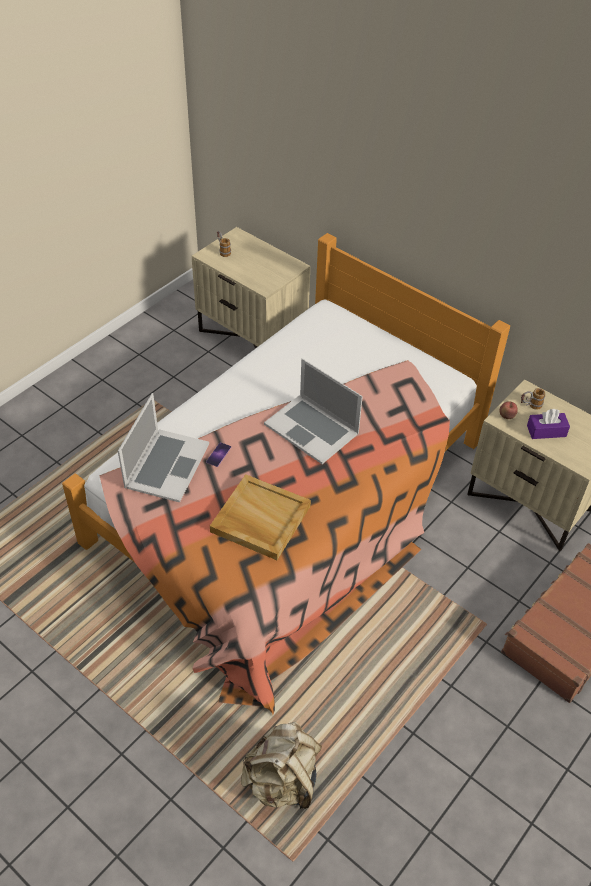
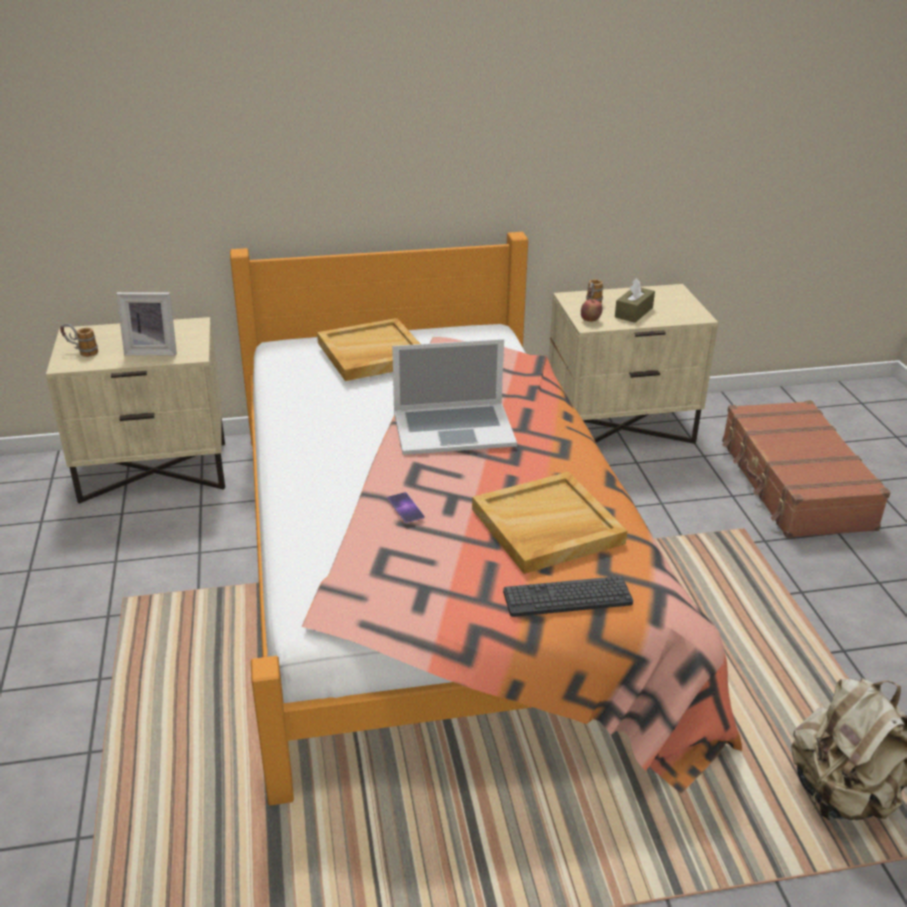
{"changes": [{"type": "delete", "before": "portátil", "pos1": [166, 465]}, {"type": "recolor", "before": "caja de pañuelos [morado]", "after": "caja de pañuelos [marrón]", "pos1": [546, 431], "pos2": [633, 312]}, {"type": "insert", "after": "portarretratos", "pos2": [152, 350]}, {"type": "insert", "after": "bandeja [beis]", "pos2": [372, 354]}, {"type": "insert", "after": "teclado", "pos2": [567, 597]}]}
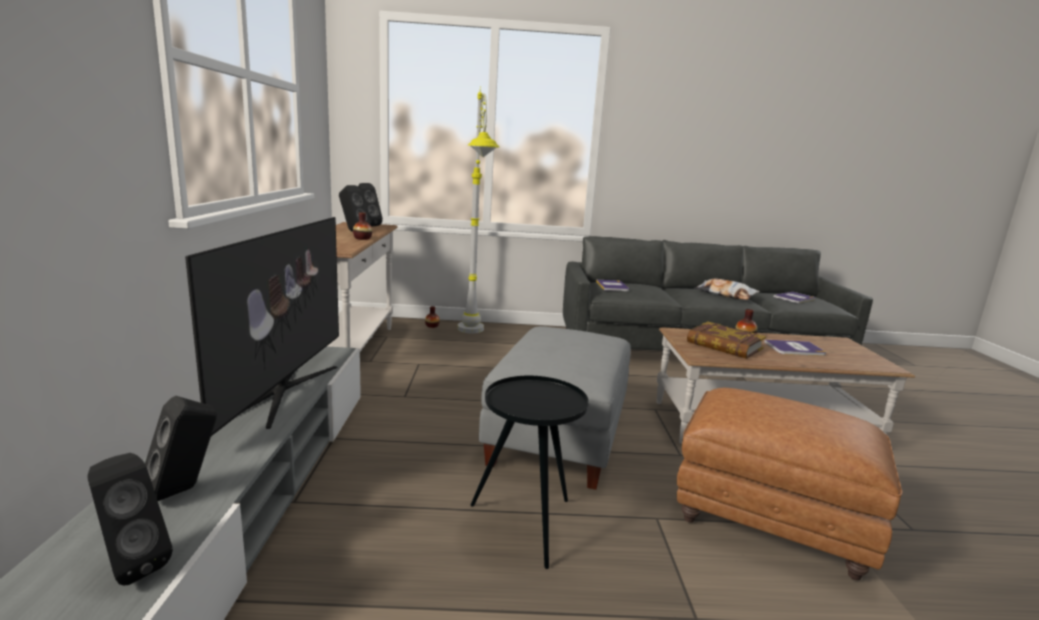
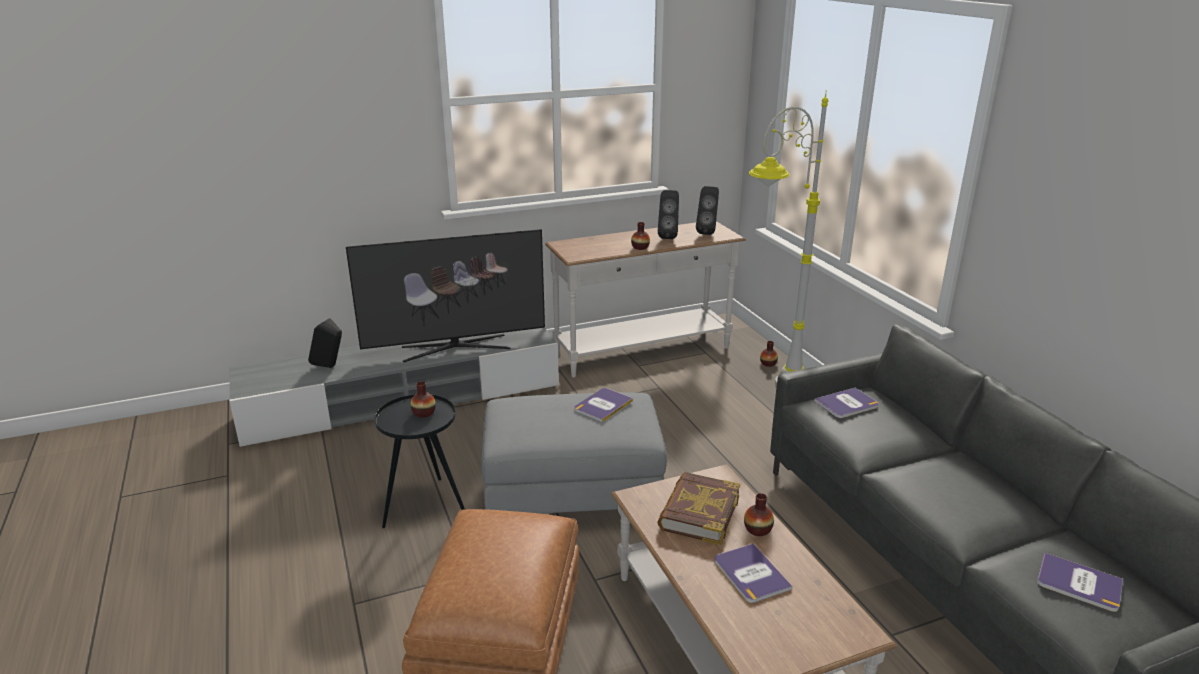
{"changes": [{"type": "delete", "before": "altavoz [negro]", "pos1": [130, 565]}, {"type": "delete", "before": "cojín", "pos1": [725, 294]}, {"type": "insert", "after": "florero", "pos2": [424, 413]}, {"type": "insert", "after": "libro", "pos2": [603, 405]}]}
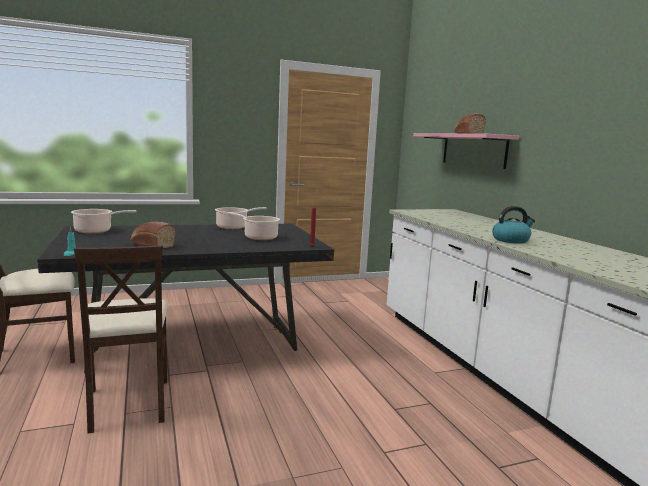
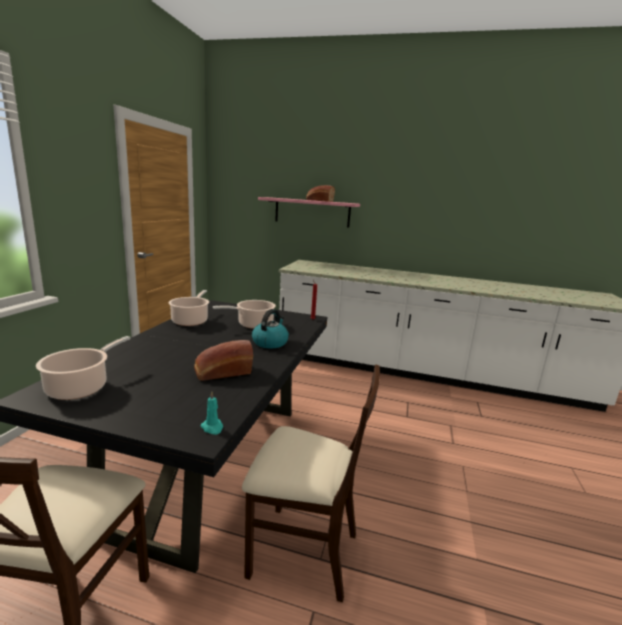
{"changes": [{"type": "move", "before": "hervidor", "pos1": [511, 240], "pos2": [270, 342]}]}
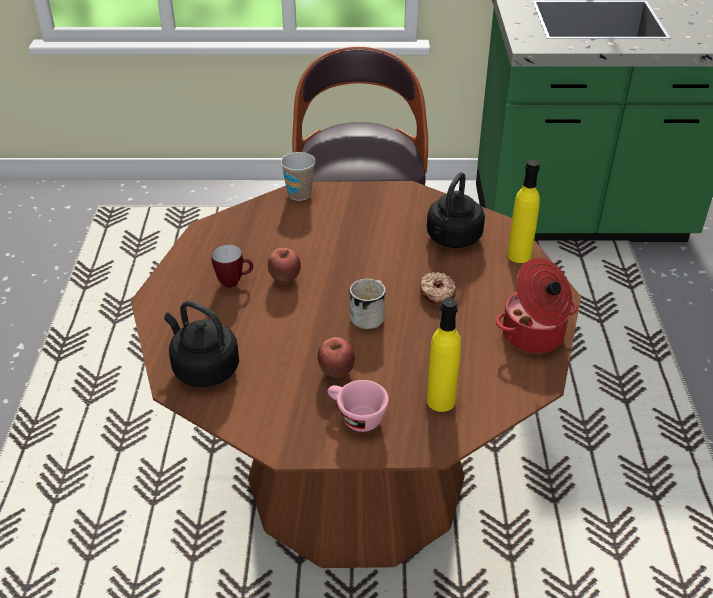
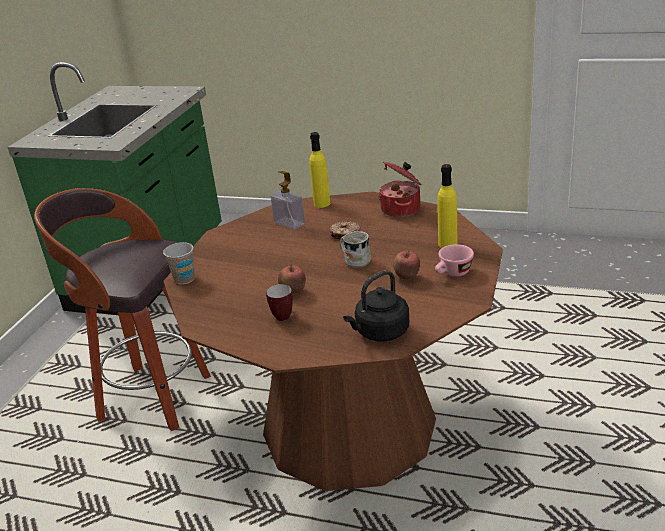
{"changes": [{"type": "replace", "before": "hervidor [negro]", "after": "dispensador de jabón", "pos1": [452, 239], "pos2": [289, 223]}]}
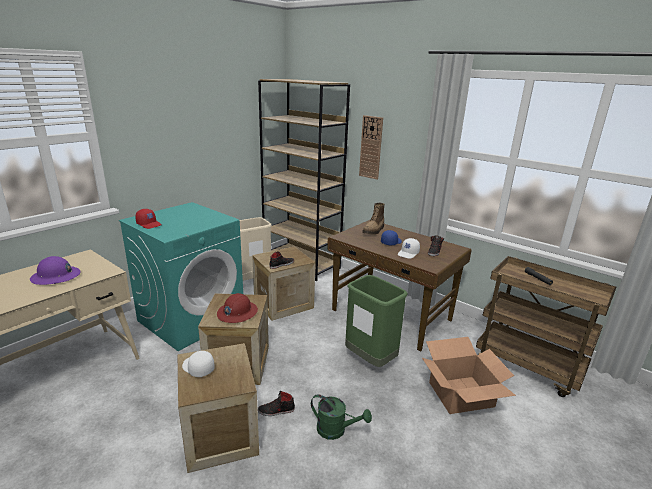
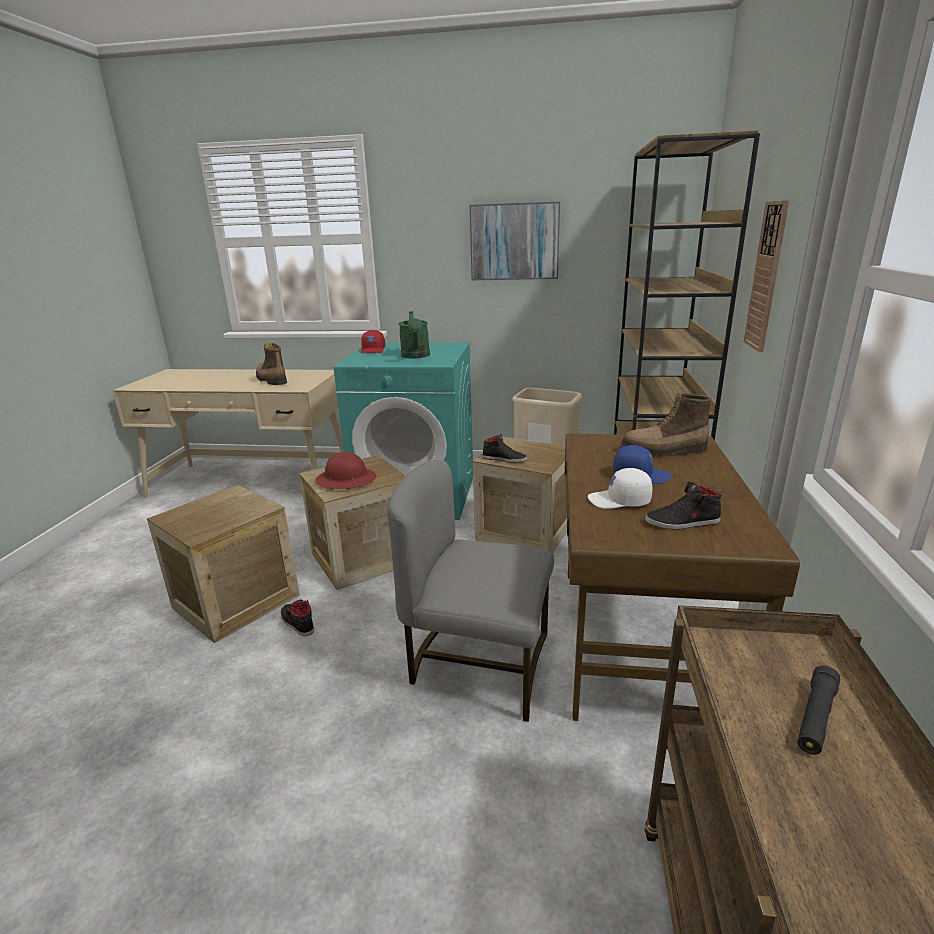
{"changes": [{"type": "replace", "before": "casco [morado]", "after": "bota", "pos1": [56, 277], "pos2": [271, 380]}, {"type": "delete", "before": "gorra [blanco]", "pos1": [197, 368]}, {"type": "move", "before": "regadera [verde]", "pos1": [336, 430], "pos2": [416, 356]}, {"type": "replace", "before": "papelera [verde]", "after": "silla [gris]", "pos1": [370, 360], "pos2": [478, 664]}, {"type": "delete", "before": "caja de cartón", "pos1": [461, 395]}, {"type": "insert", "after": "cuadro", "pos2": [514, 242]}]}
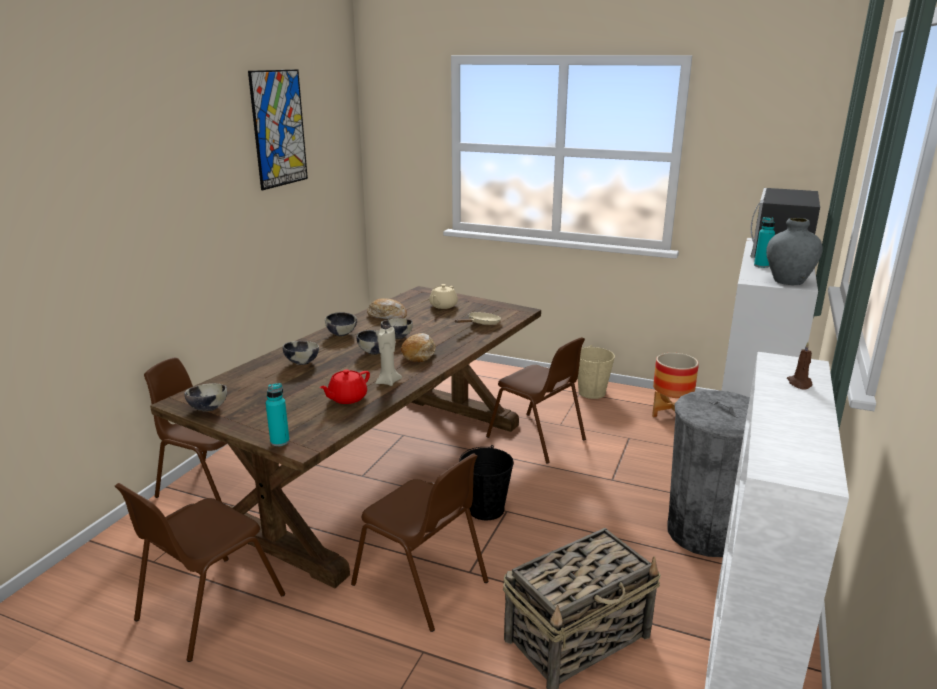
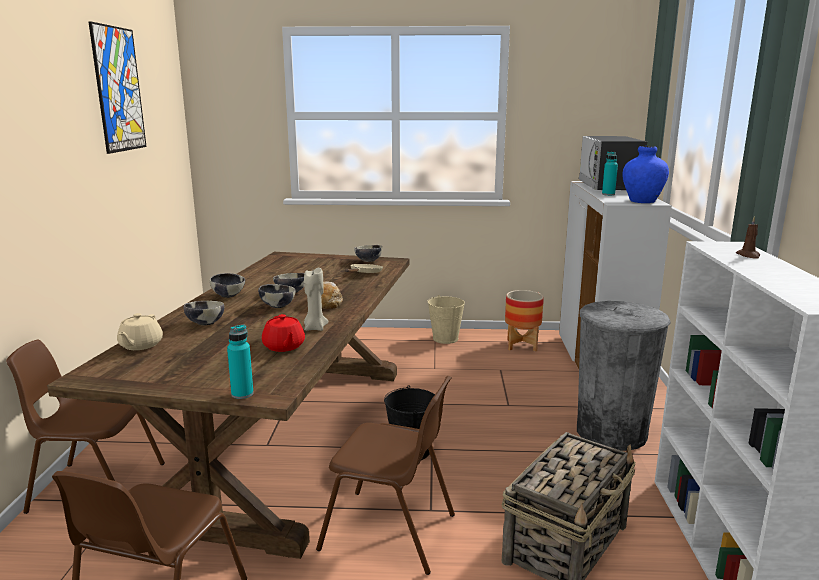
{"changes": [{"type": "move", "before": "cuenco", "pos1": [208, 409], "pos2": [368, 261]}, {"type": "rotate", "before": "tetera [rojo]", "pos1": [347, 398], "pos2": [284, 347], "turn": -45}, {"type": "delete", "before": "pan", "pos1": [387, 316]}, {"type": "move", "before": "tetera [beis]", "pos1": [443, 306], "pos2": [140, 345]}, {"type": "delete", "before": "silla [marrón]", "pos1": [537, 439]}, {"type": "recolor", "before": "florero [gris]", "after": "florero [azul]", "pos1": [788, 281], "pos2": [642, 201]}]}
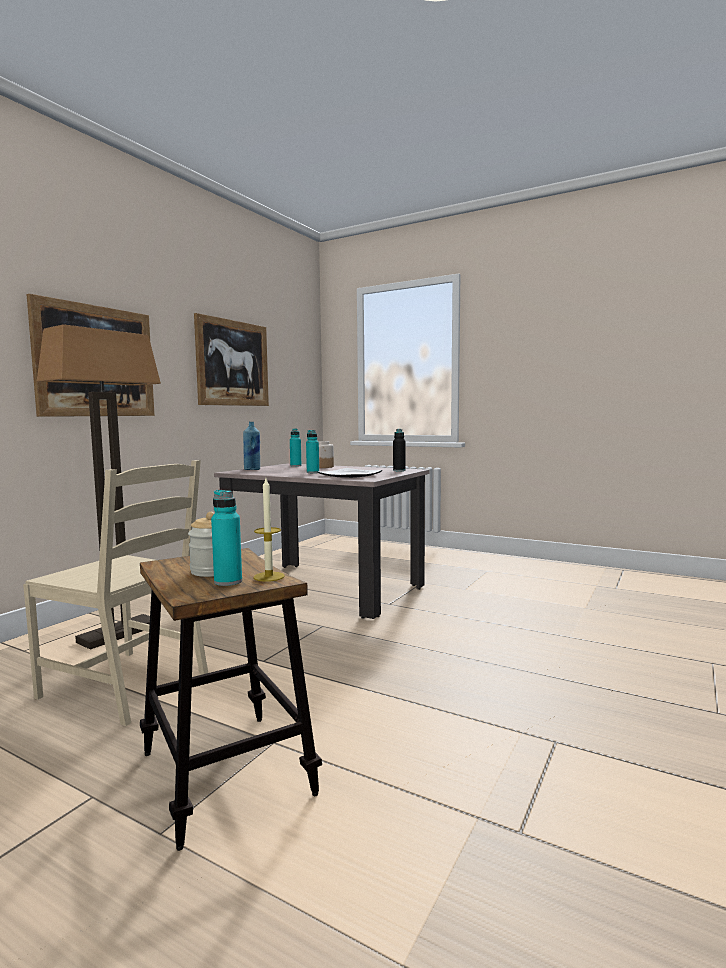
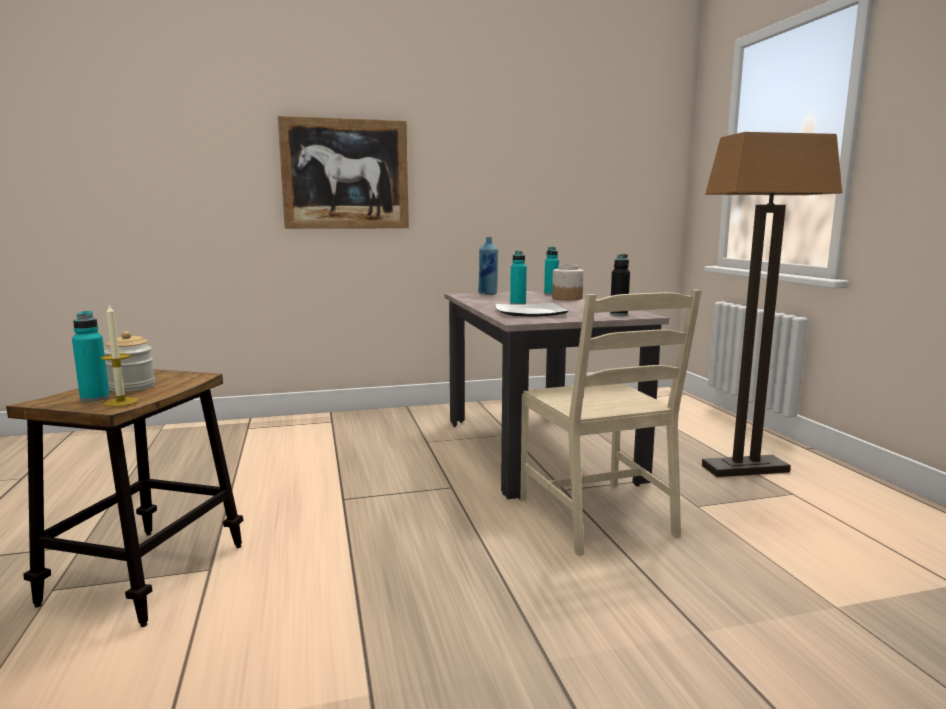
{"changes": [{"type": "move", "before": "silla [beis]", "pos1": [127, 685], "pos2": [598, 516]}, {"type": "move", "before": "lámpara de pie", "pos1": [118, 634], "pos2": [745, 469]}, {"type": "delete", "before": "cuadro", "pos1": [233, 363]}]}
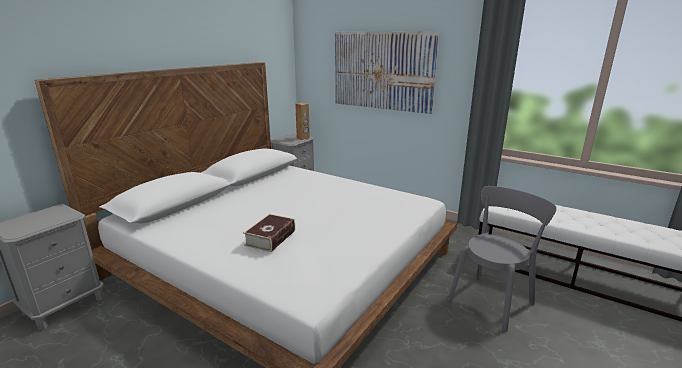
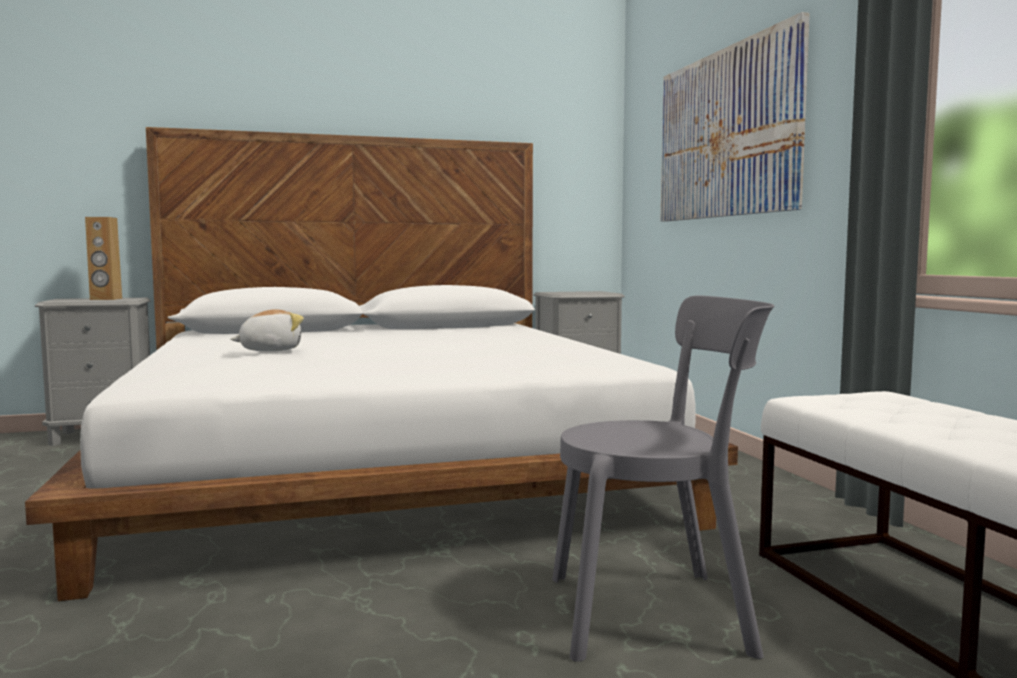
{"changes": [{"type": "replace", "before": "libro", "after": "peluche", "pos1": [270, 238], "pos2": [270, 350]}, {"type": "move", "before": "altavoz [marrón]", "pos1": [303, 138], "pos2": [106, 299]}]}
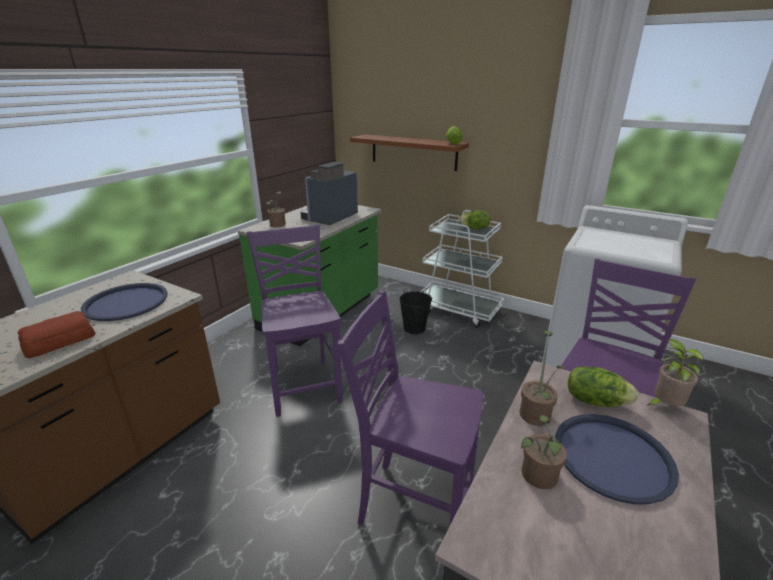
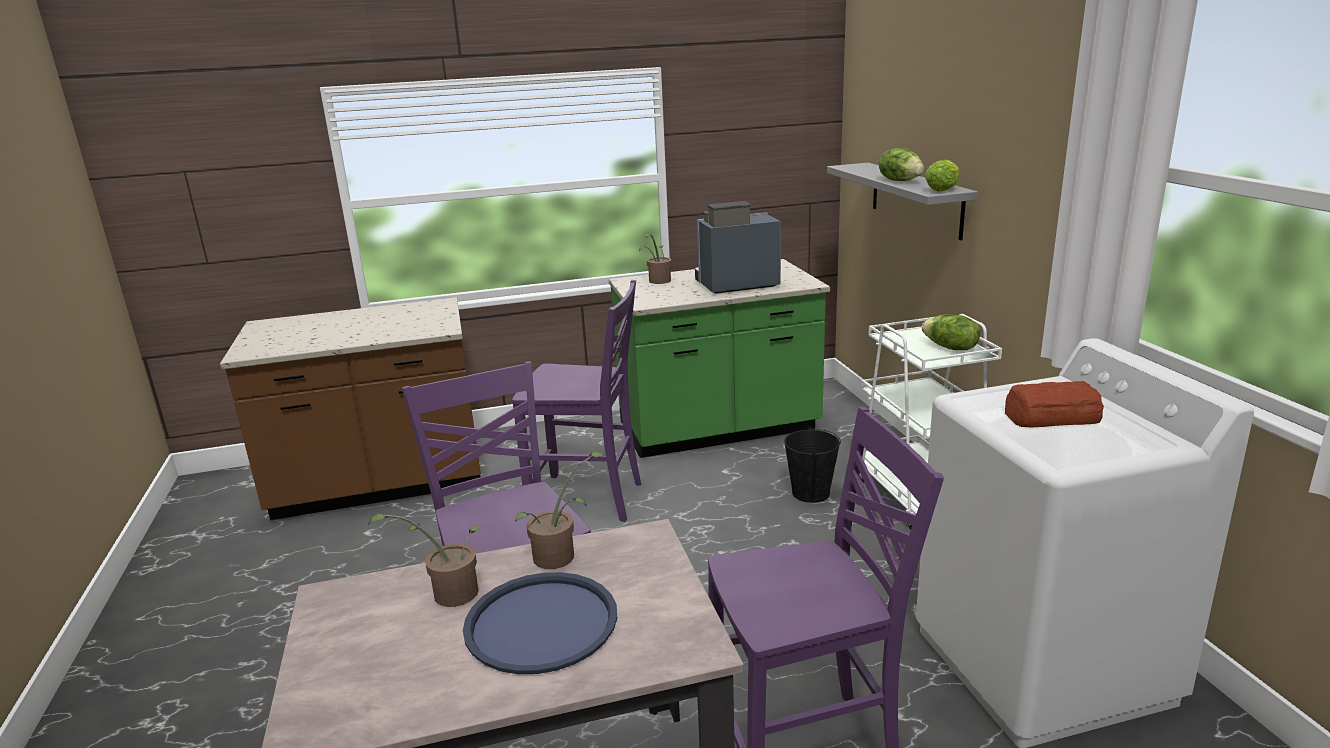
{"changes": [{"type": "move", "before": "pan", "pos1": [58, 342], "pos2": [1050, 417]}, {"type": "delete", "before": "bandeja [azul]", "pos1": [126, 302]}, {"type": "rotate", "before": "silla [morado]", "pos1": [305, 385], "pos2": [588, 499], "turn": 75}, {"type": "recolor", "before": "estante [marrón]", "after": "estante [gris]", "pos1": [413, 152], "pos2": [915, 199]}, {"type": "move", "before": "lechuga", "pos1": [595, 400], "pos2": [900, 181]}, {"type": "delete", "before": "planta en maceta", "pos1": [664, 406]}]}
